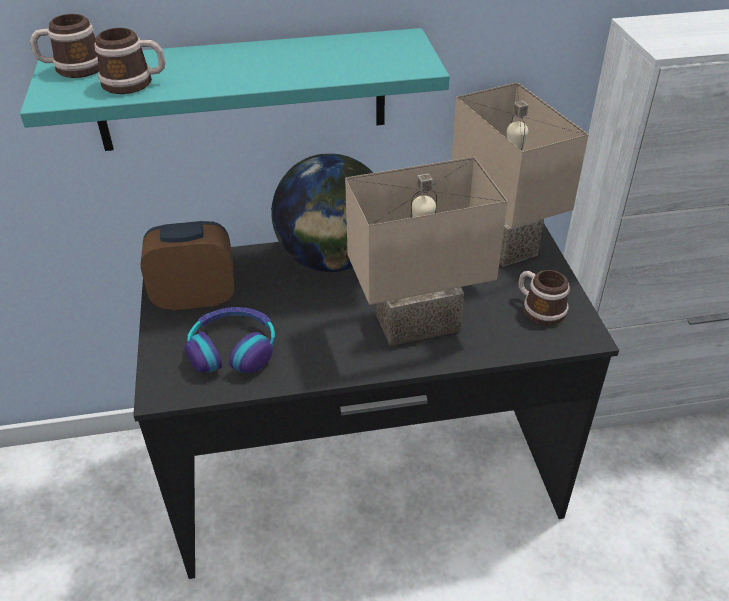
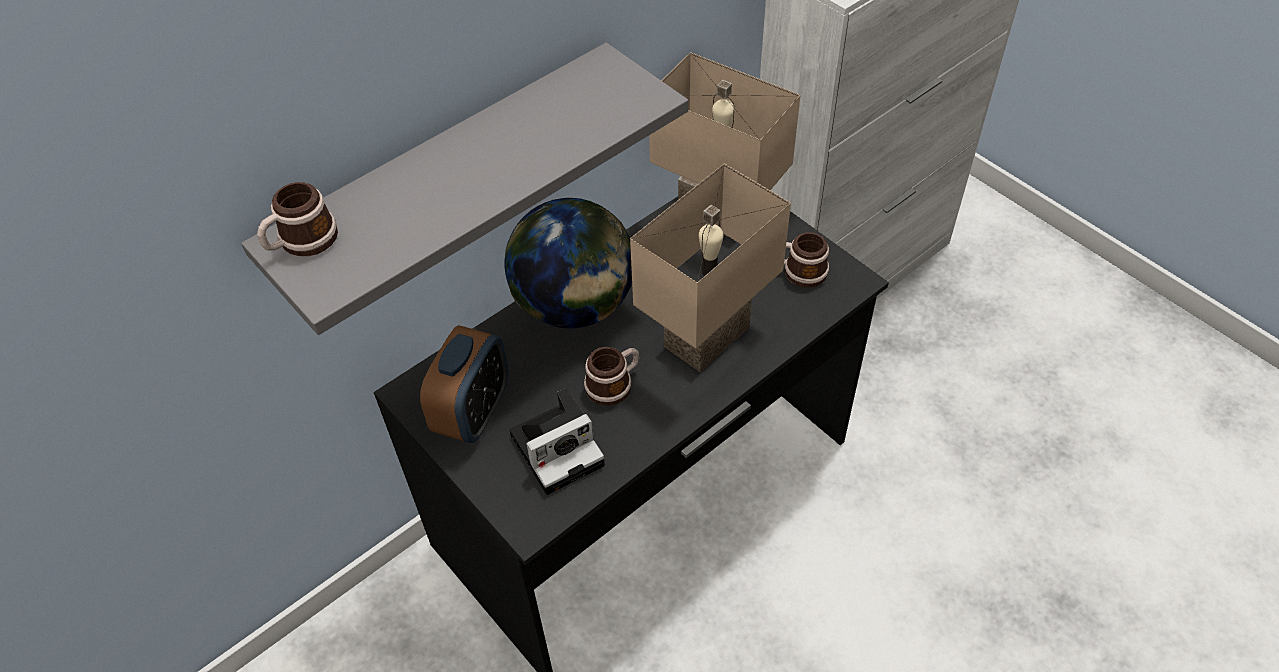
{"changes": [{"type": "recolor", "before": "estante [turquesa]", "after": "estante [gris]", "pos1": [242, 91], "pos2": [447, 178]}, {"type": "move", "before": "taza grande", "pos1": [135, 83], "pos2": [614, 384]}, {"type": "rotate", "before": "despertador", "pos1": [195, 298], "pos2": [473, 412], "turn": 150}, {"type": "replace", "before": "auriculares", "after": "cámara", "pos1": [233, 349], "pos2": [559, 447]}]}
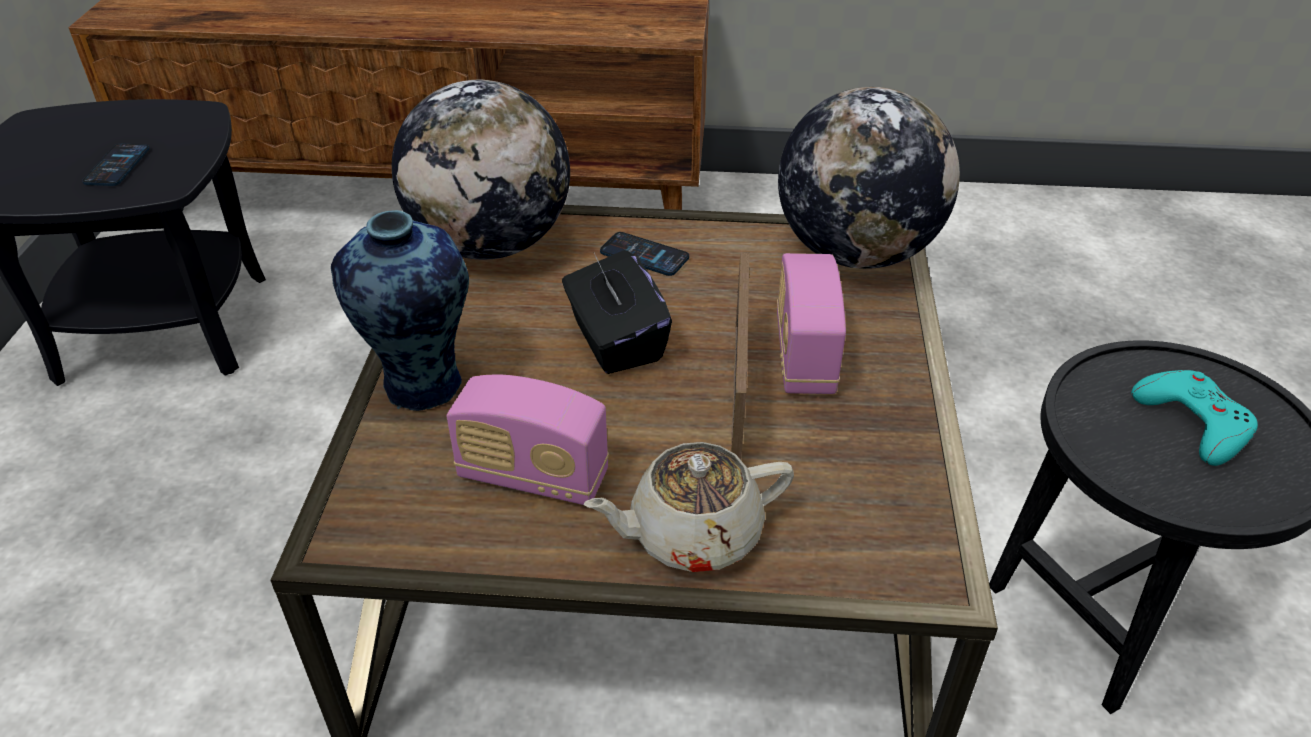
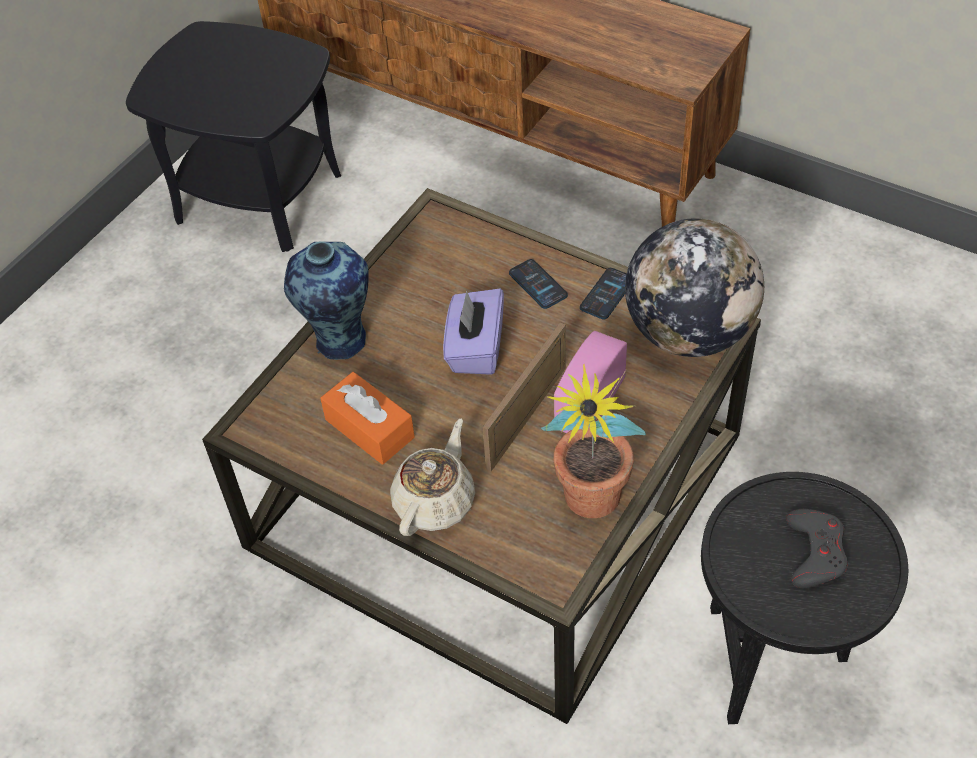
{"changes": [{"type": "move", "before": "móvil", "pos1": [117, 166], "pos2": [607, 294]}, {"type": "delete", "before": "globo terráqueo", "pos1": [491, 244]}, {"type": "replace", "before": "radio", "after": "caja de pañuelos [naranja]", "pos1": [533, 476], "pos2": [369, 428]}, {"type": "recolor", "before": "caja de pañuelos [negro]", "after": "caja de pañuelos [morado]", "pos1": [615, 341], "pos2": [475, 349]}, {"type": "rotate", "before": "tetera [beis]", "pos1": [692, 534], "pos2": [435, 501], "turn": 105}, {"type": "recolor", "before": "mando de consola [turquesa]", "after": "mando de consola [gris]", "pos1": [1193, 422], "pos2": [815, 552]}, {"type": "insert", "after": "planta en maceta", "pos2": [589, 510]}]}
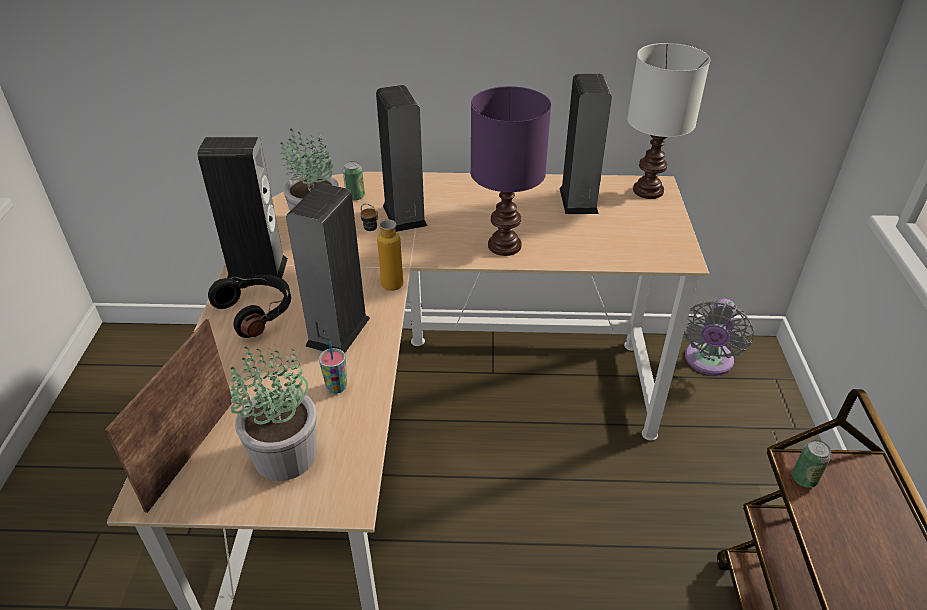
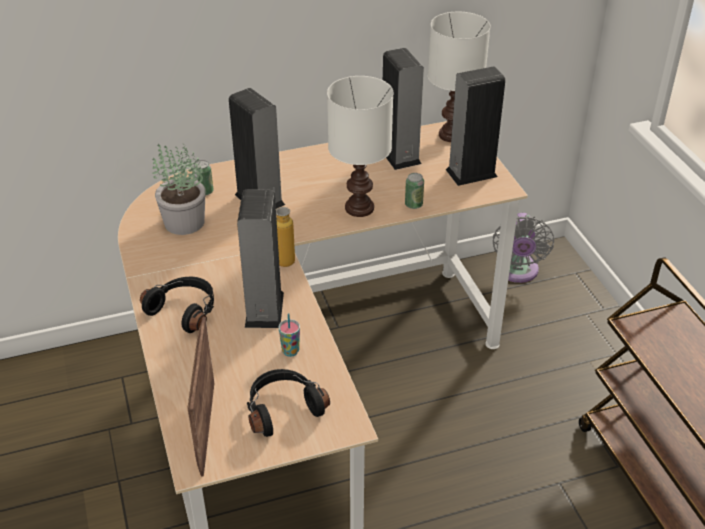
{"changes": [{"type": "move", "before": "altavoz", "pos1": [257, 269], "pos2": [471, 173]}, {"type": "replace", "before": "planta en maceta", "after": "auriculares [negro]", "pos1": [286, 454], "pos2": [282, 408]}, {"type": "recolor", "before": "lámpara de mesa [morado]", "after": "lámpara de mesa [blanco]", "pos1": [504, 246], "pos2": [359, 209]}, {"type": "move", "before": "lata", "pos1": [804, 478], "pos2": [413, 204]}]}
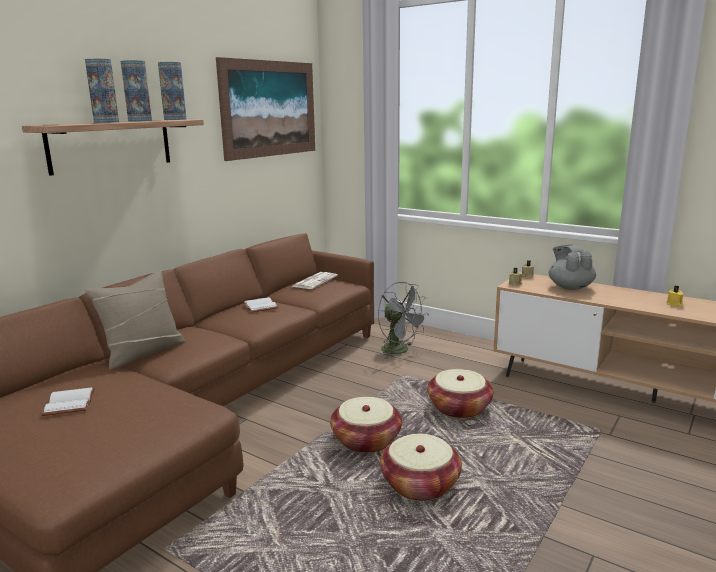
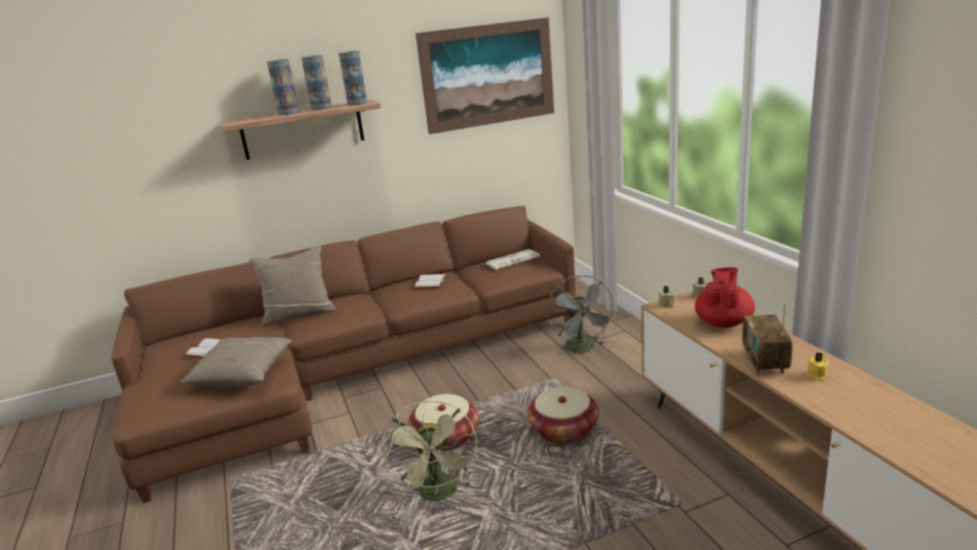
{"changes": [{"type": "replace", "before": "cesta", "after": "ventilador [verde]", "pos1": [420, 484], "pos2": [440, 495]}, {"type": "recolor", "before": "tetera [gris]", "after": "tetera [rojo]", "pos1": [570, 287], "pos2": [723, 322]}, {"type": "insert", "after": "cojín [beis]", "pos2": [243, 374]}, {"type": "insert", "after": "radio", "pos2": [765, 362]}]}
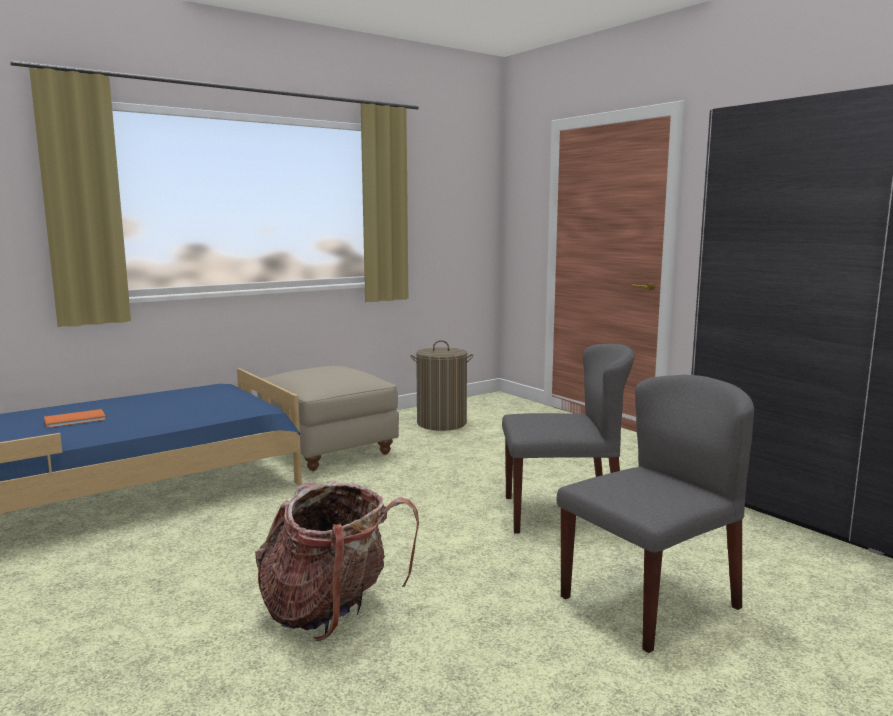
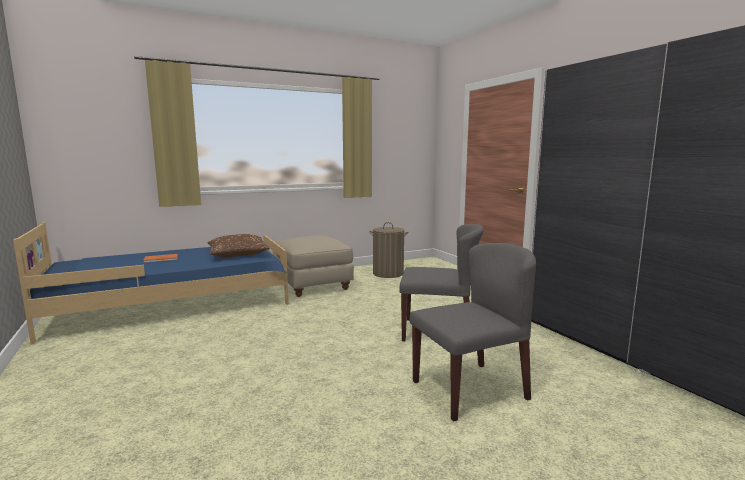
{"changes": [{"type": "delete", "before": "mochila", "pos1": [331, 612]}, {"type": "insert", "after": "cojín [marrón]", "pos2": [237, 253]}]}
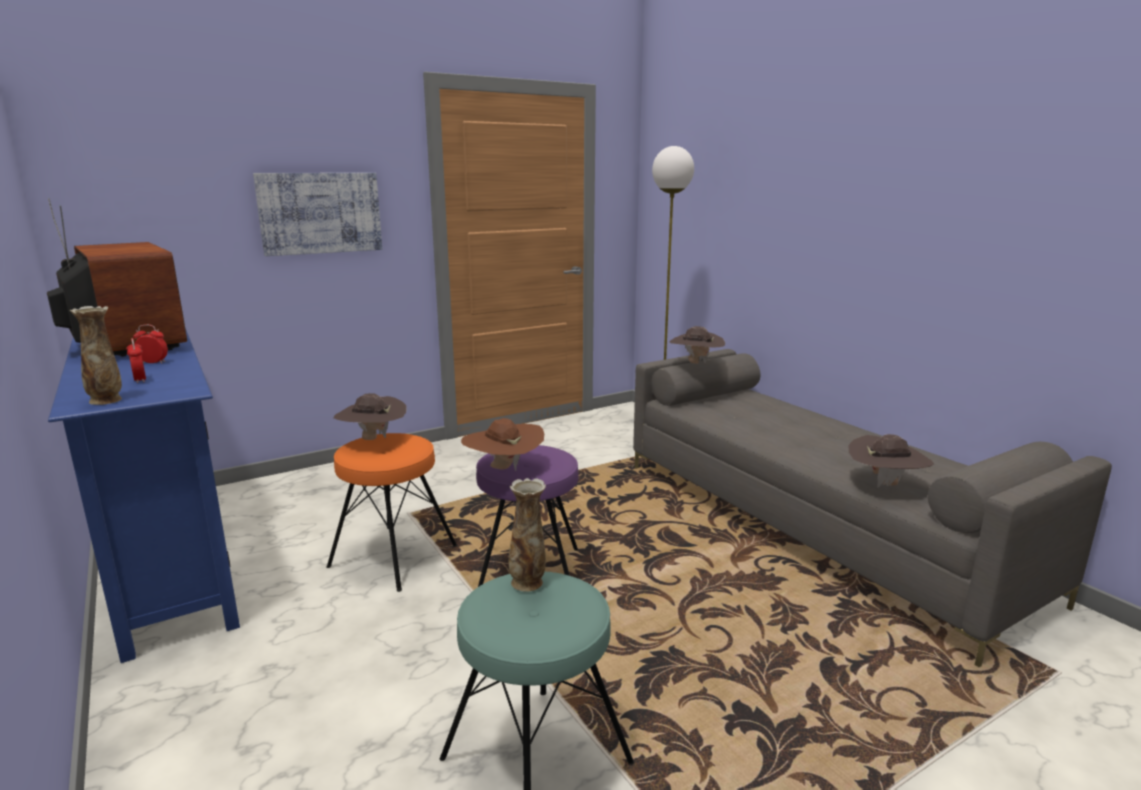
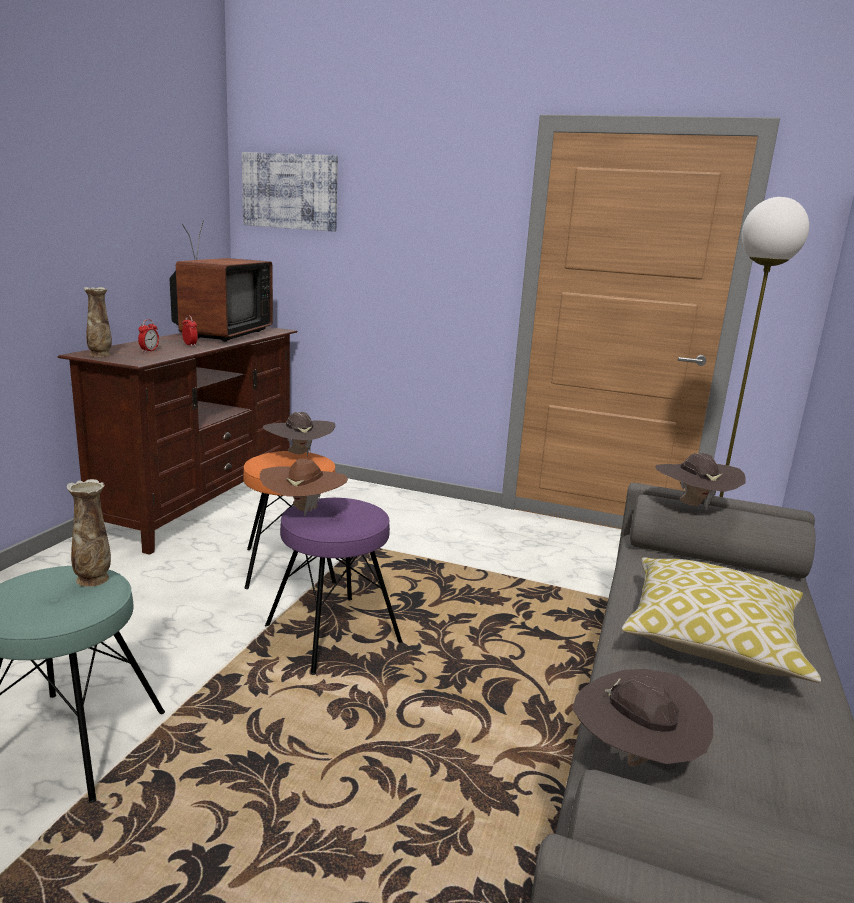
{"changes": [{"type": "recolor", "before": "mueble de televisión [azul]", "after": "mueble de televisión [marrón]", "pos1": [170, 562], "pos2": [201, 501]}, {"type": "move", "before": "cuadro", "pos1": [320, 213], "pos2": [290, 191]}, {"type": "insert", "after": "cojín", "pos2": [712, 638]}]}
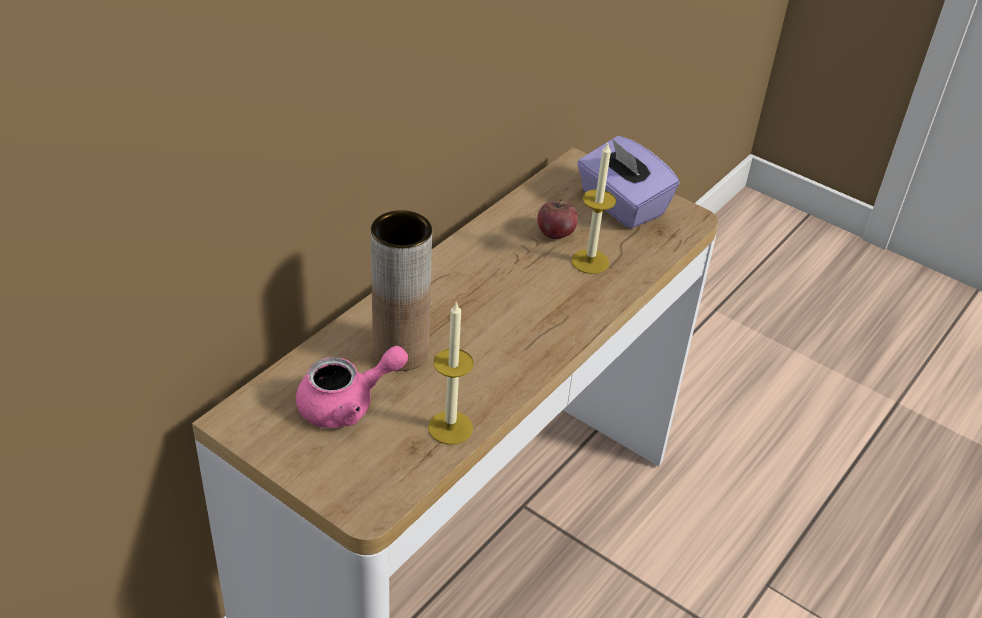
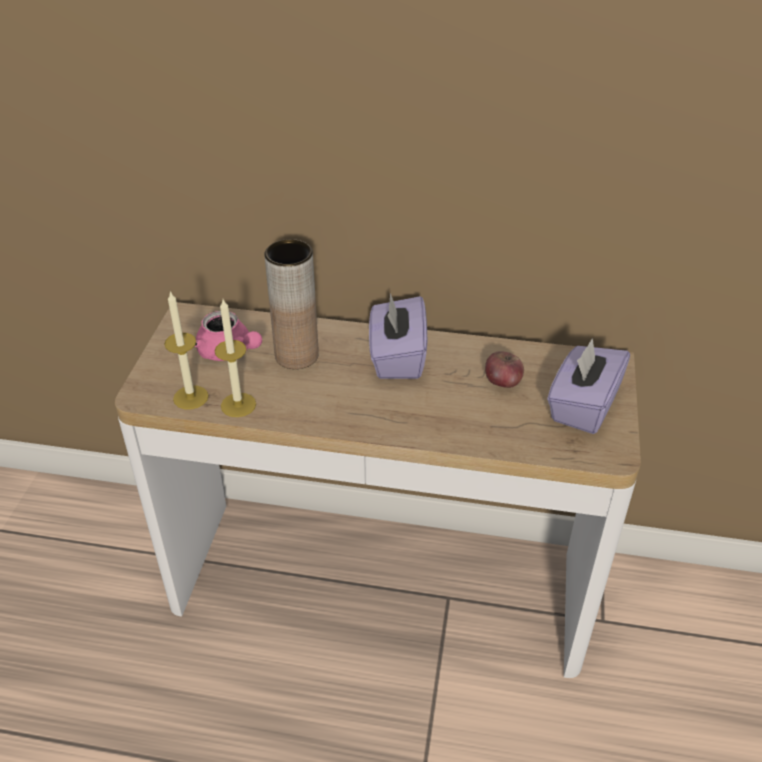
{"changes": [{"type": "move", "before": "vela", "pos1": [590, 261], "pos2": [190, 397]}, {"type": "insert", "after": "caja de pañuelos [morado]", "pos2": [397, 358]}]}
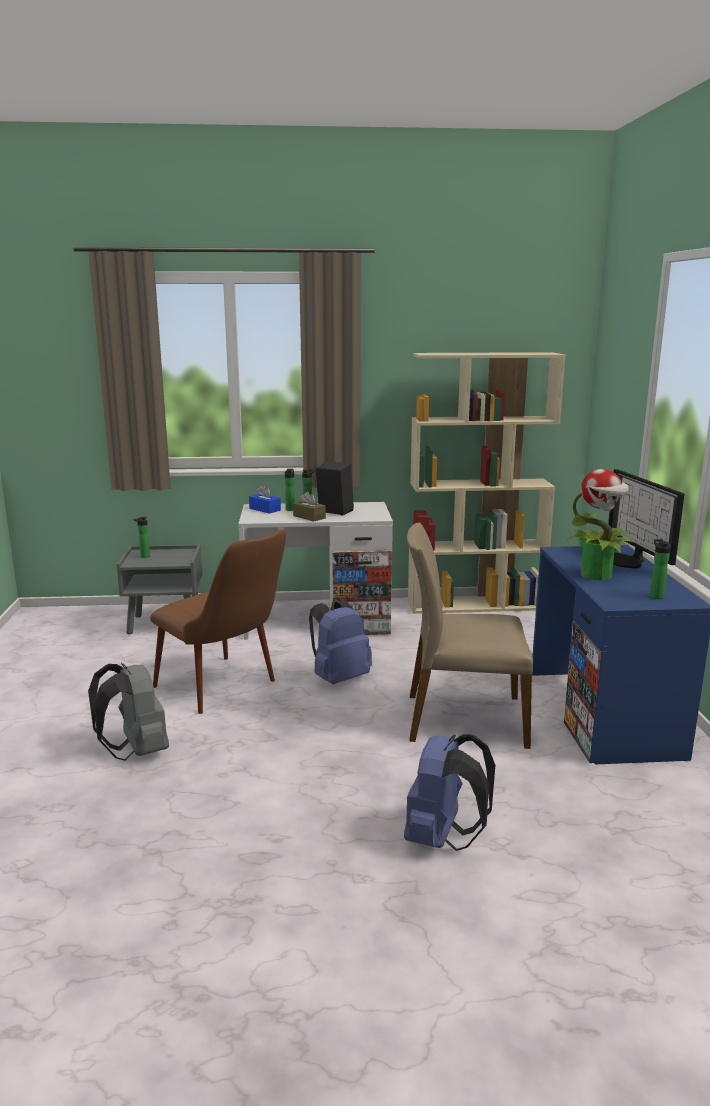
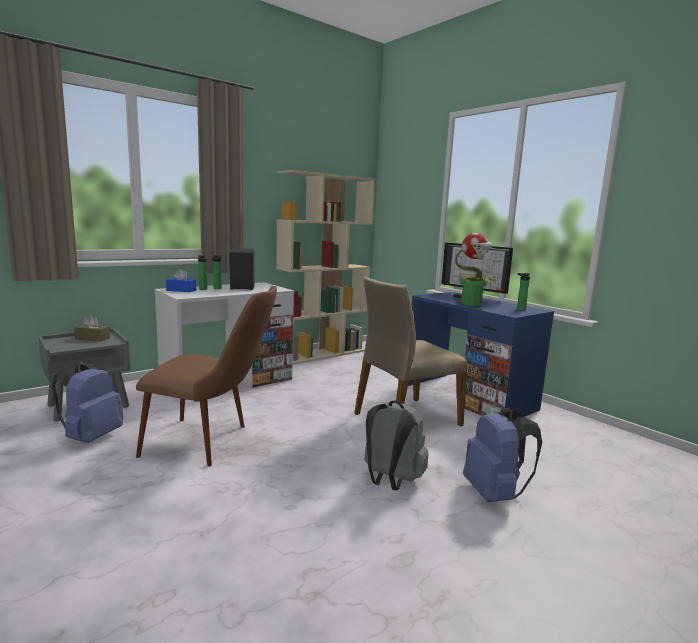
{"changes": [{"type": "move", "before": "mochila [gris]", "pos1": [136, 751], "pos2": [391, 481]}, {"type": "delete", "before": "botella", "pos1": [143, 556]}, {"type": "move", "before": "caja de pañuelos [marrón]", "pos1": [309, 517], "pos2": [92, 338]}, {"type": "move", "before": "mochila [azul]", "pos1": [338, 678], "pos2": [90, 437]}]}
